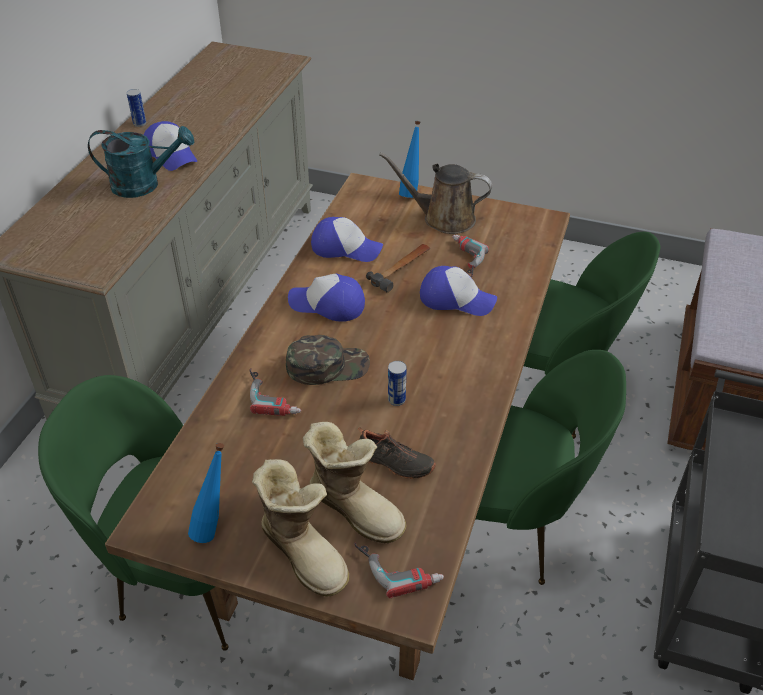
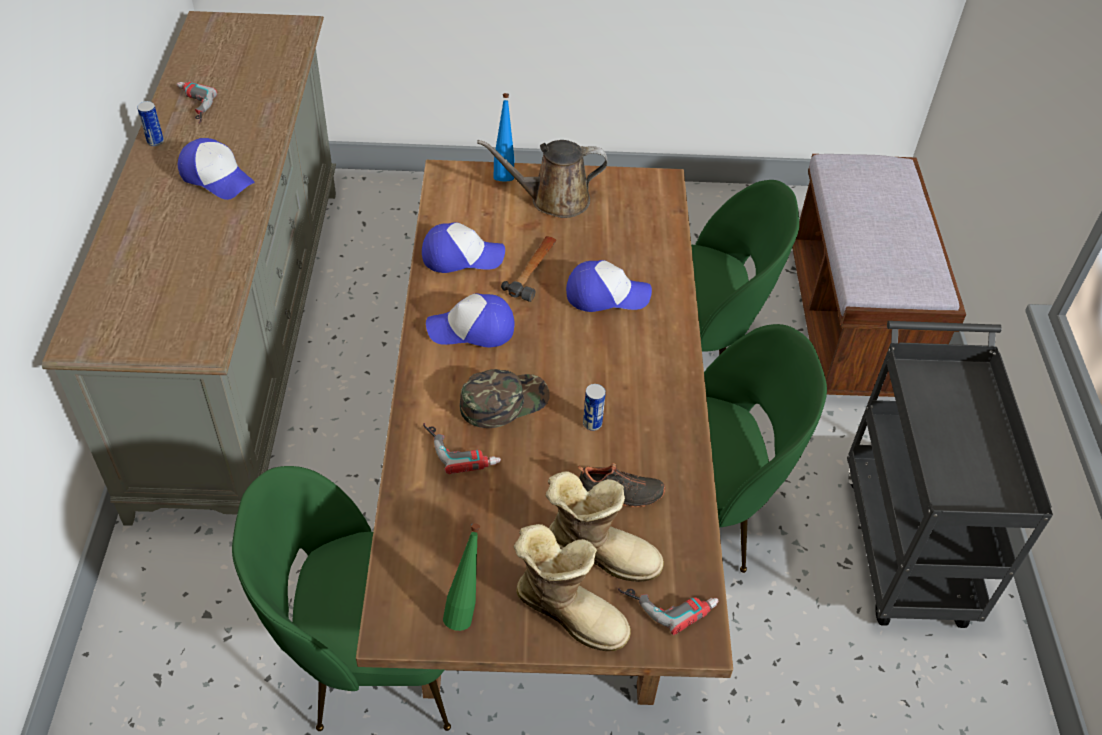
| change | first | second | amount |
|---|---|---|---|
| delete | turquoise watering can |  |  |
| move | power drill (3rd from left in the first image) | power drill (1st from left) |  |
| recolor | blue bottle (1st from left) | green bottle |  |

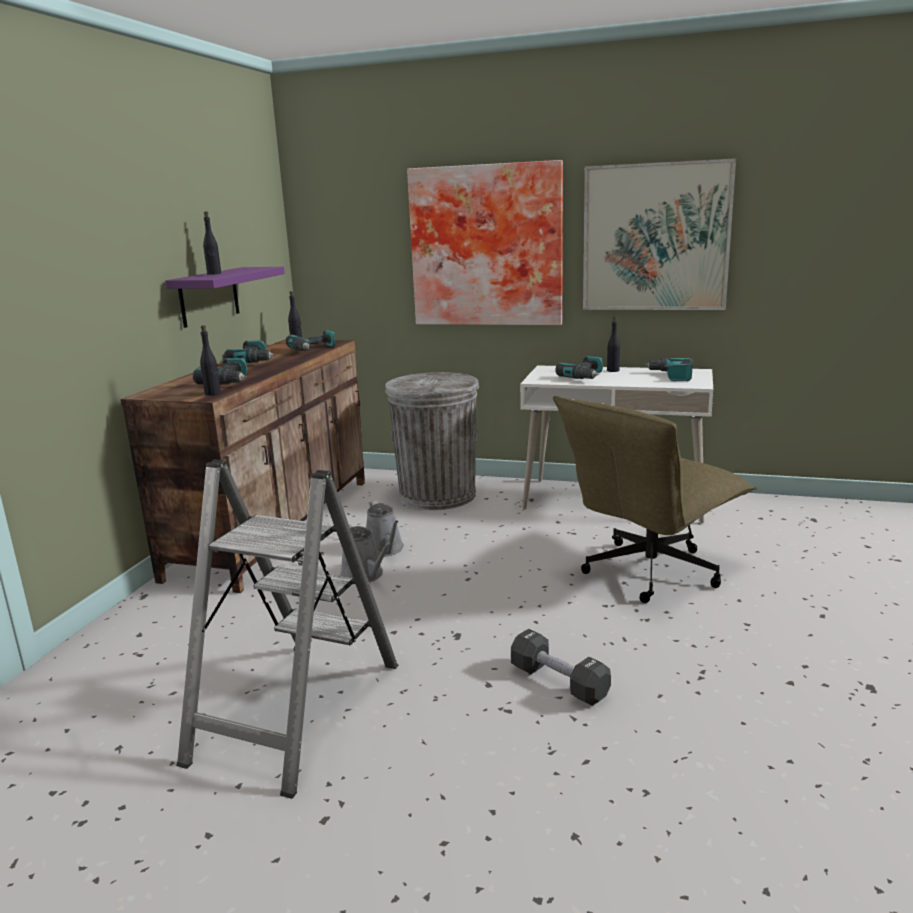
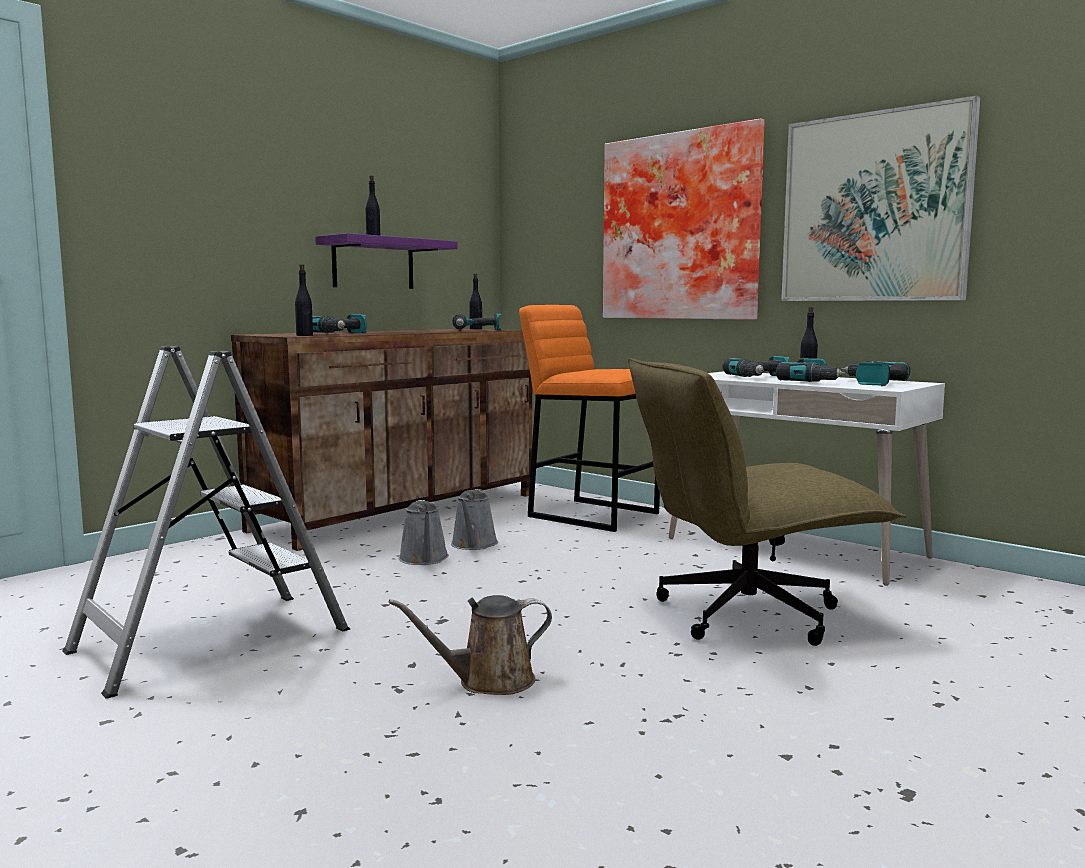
| change | first | second | amount |
|---|---|---|---|
| move | power drill (2nd from left in the first image) | power drill (4th from left) |  |
| replace | grey trash can | orange stool |  |
| replace | black dumbbell | brown watering can |  |

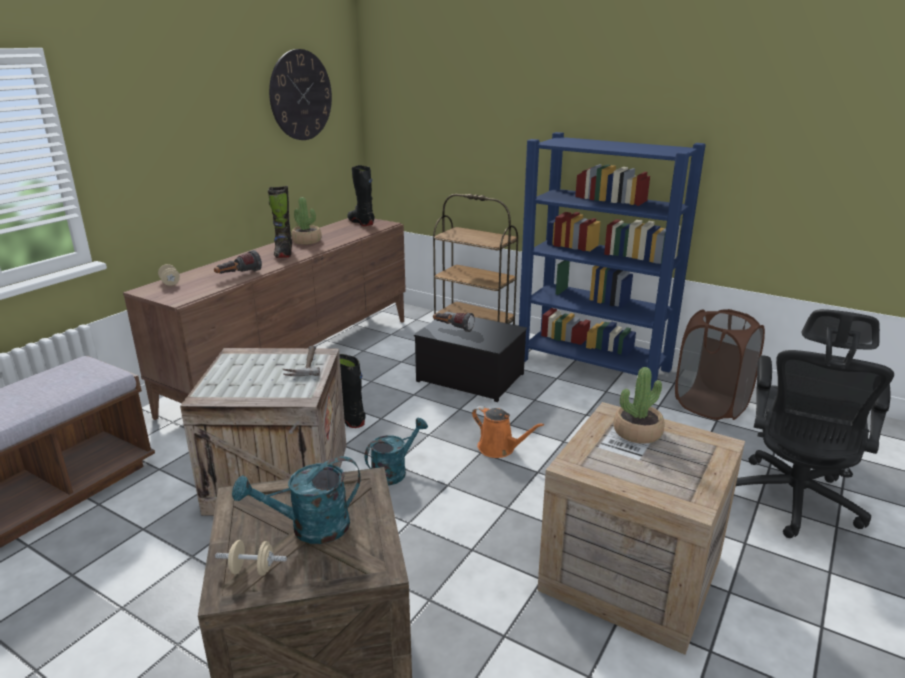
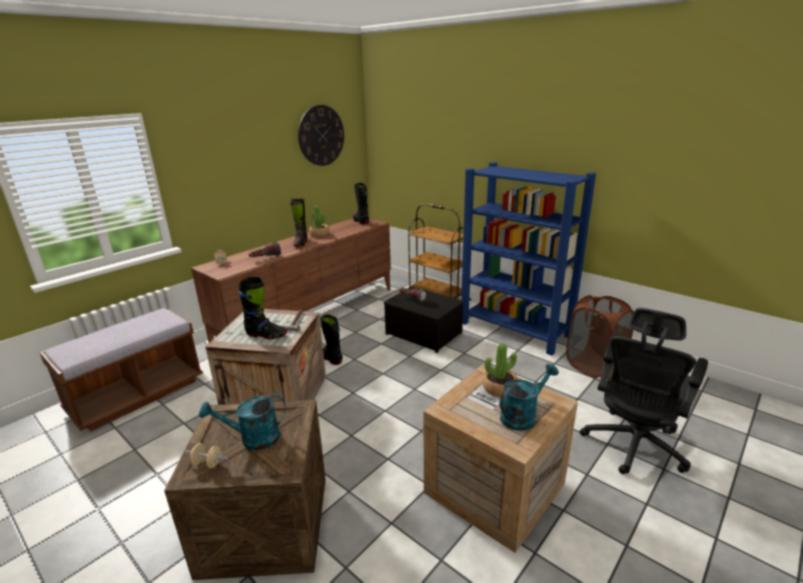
| change | first | second | amount |
|---|---|---|---|
| delete | orange watering can |  |  |
| move | turquoise watering can (2nd from left) |  |  |
| insert |  | black boot (1st from left) |  |

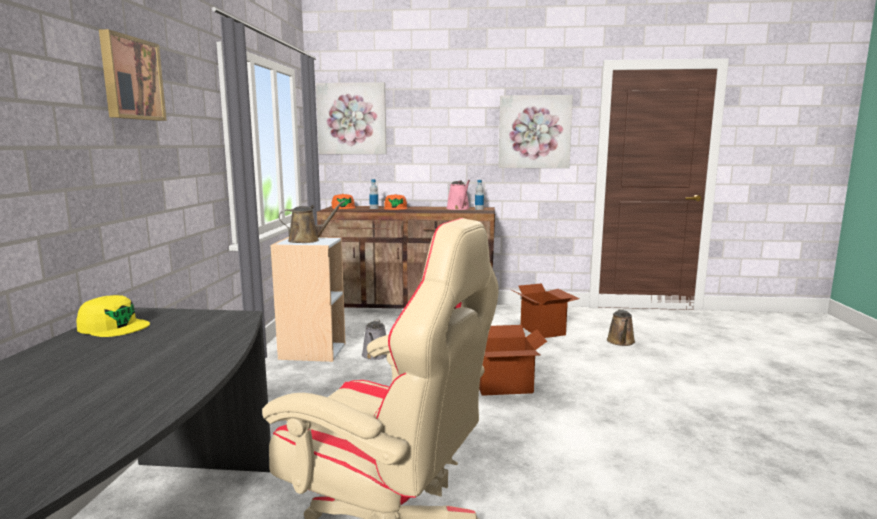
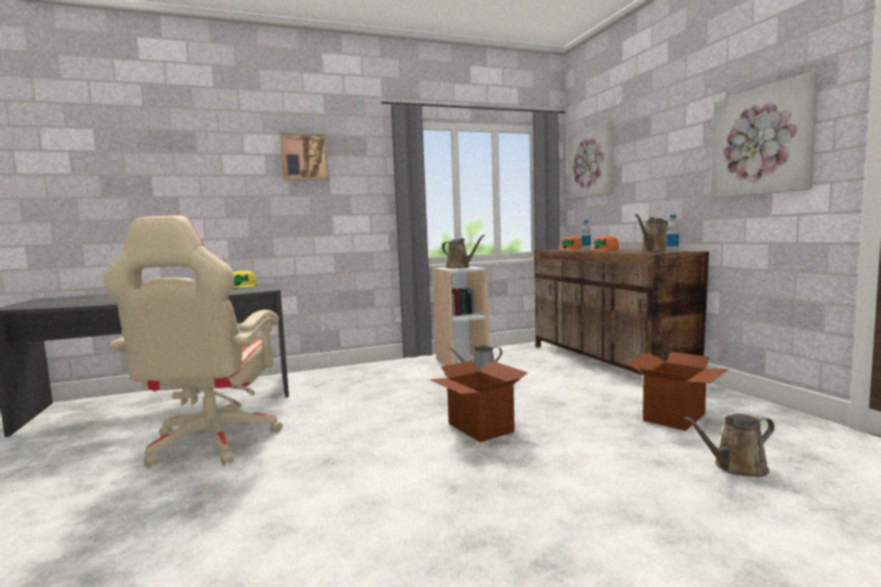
| change | first | second | amount |
|---|---|---|---|
| recolor | pink watering can | brown watering can (2nd from left) |  |

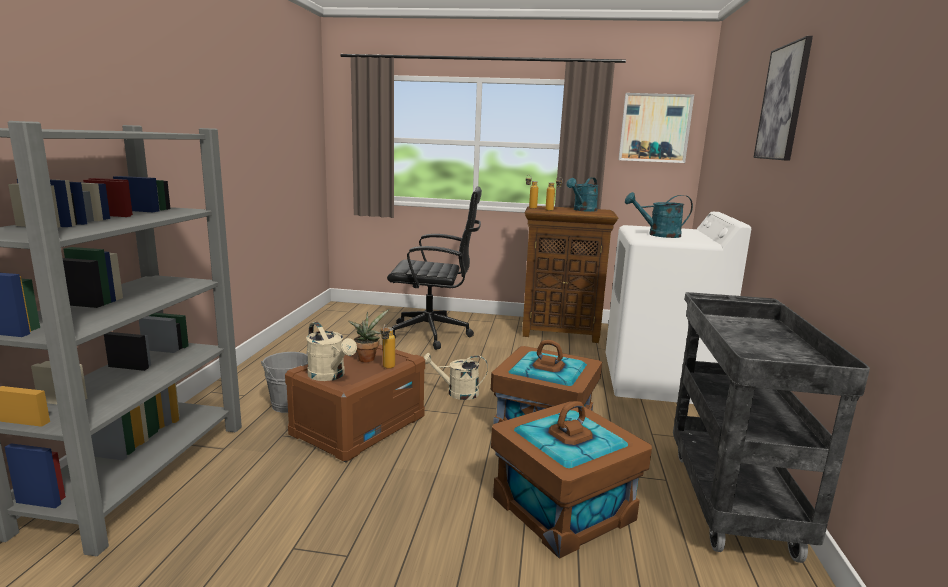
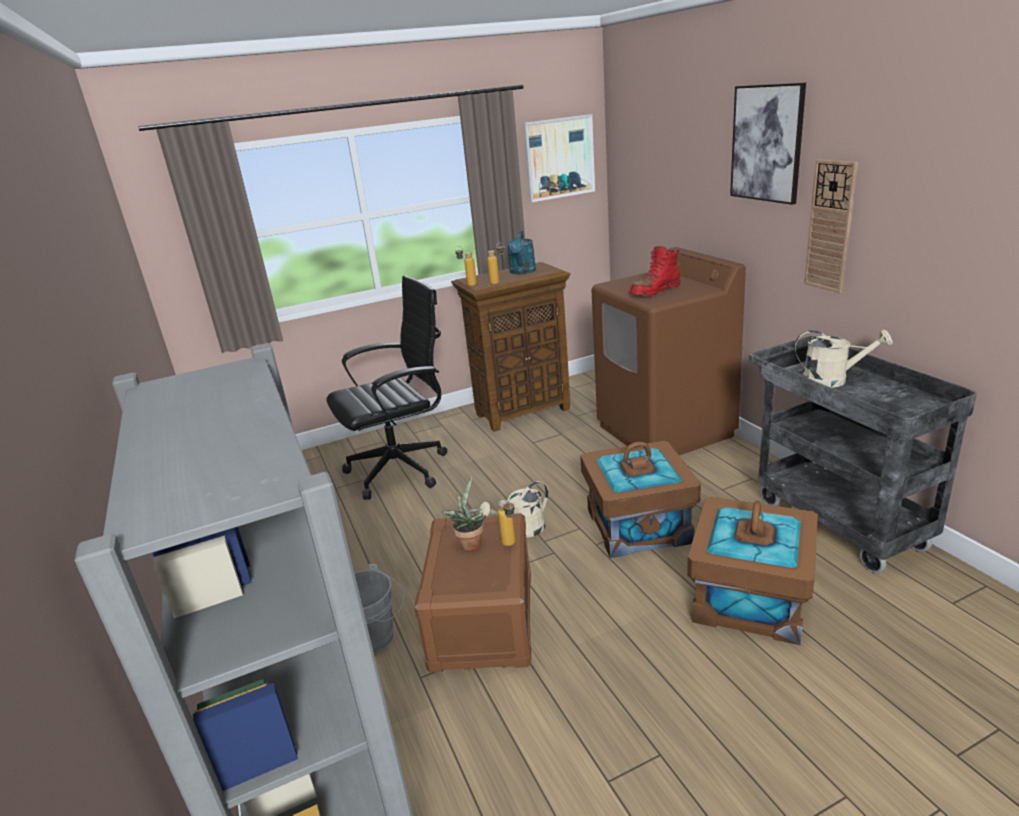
| change | first | second | amount |
|---|---|---|---|
| replace | turquoise watering can (2nd from left) | red boot |  |
| recolor | white washing machine | brown washing machine |  |
| move | beige watering can (1st from left in the first image) | beige watering can (2nd from left) |  |
| insert |  | wall clock |  |

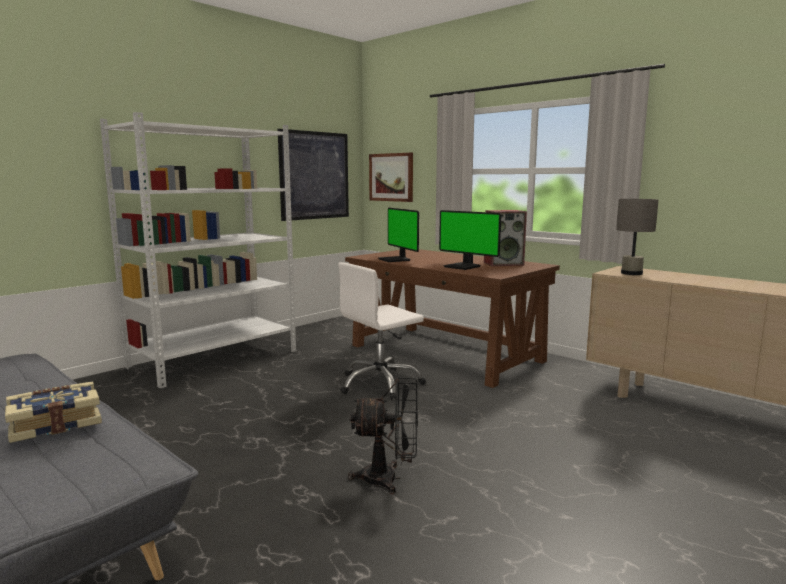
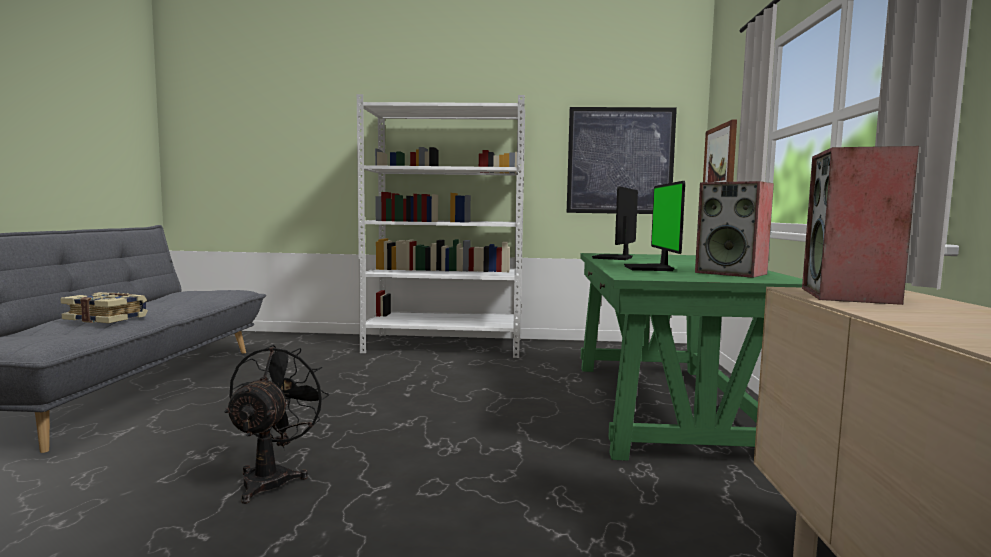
| change | first | second | amount |
|---|---|---|---|
| replace | grey table lamp | speaker (2nd from left) |  |
| recolor | brown desk | green desk |  |
| delete | white office chair |  |  |
| rotate | black fan |  | 135 degrees counterclockwise |

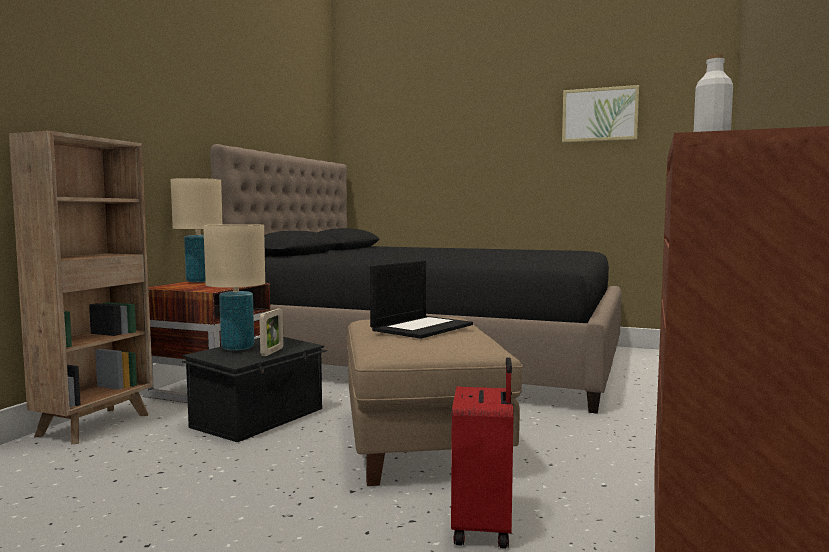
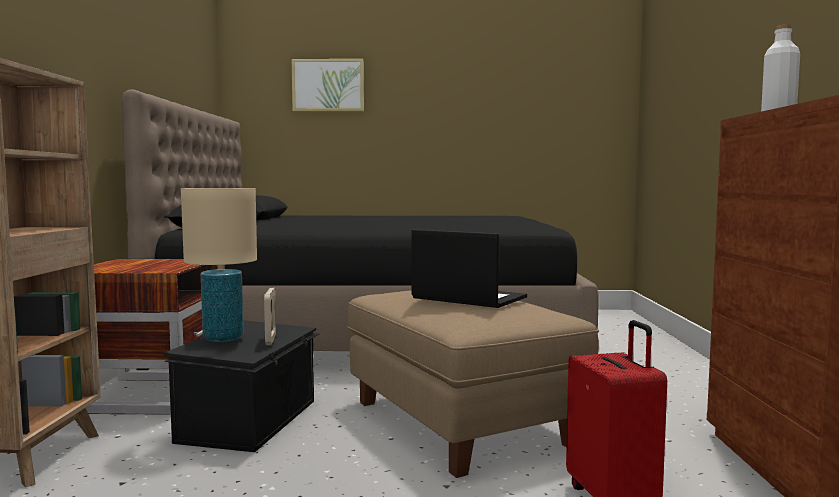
| change | first | second | amount |
|---|---|---|---|
| move | picture |  |  |
| delete | beige table lamp (1st from left) |  |  |
| rotate | laptop |  | 75 degrees counterclockwise |

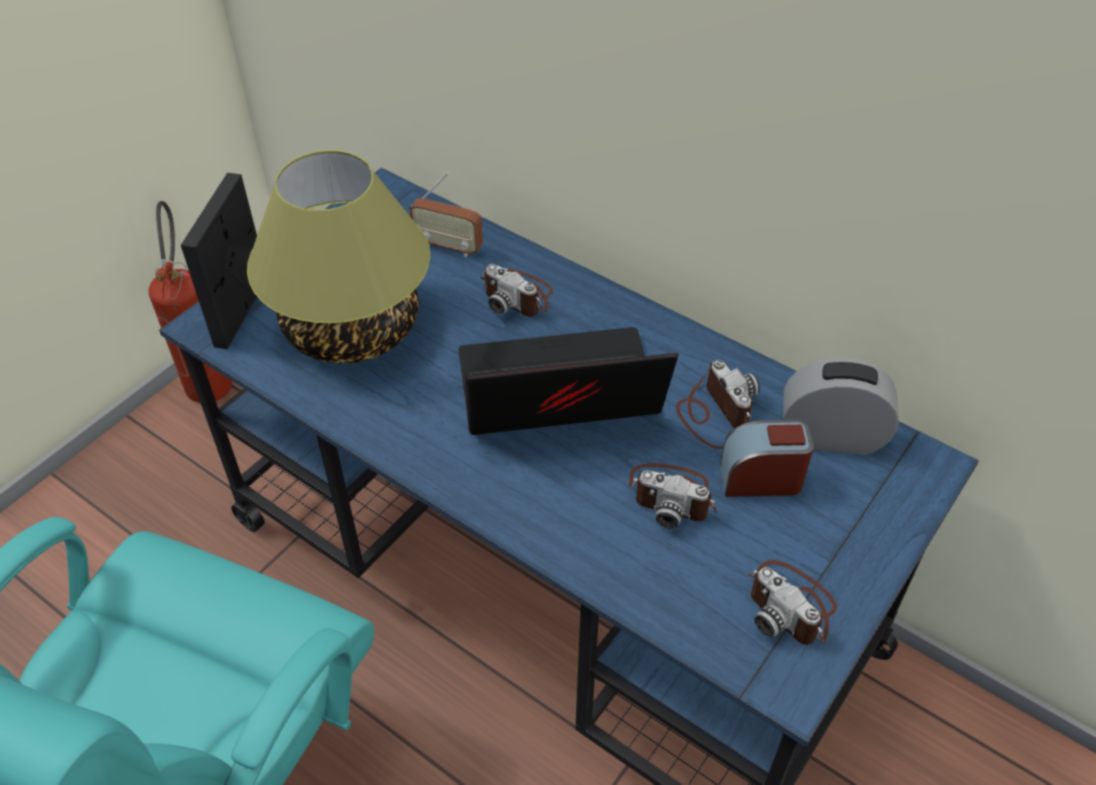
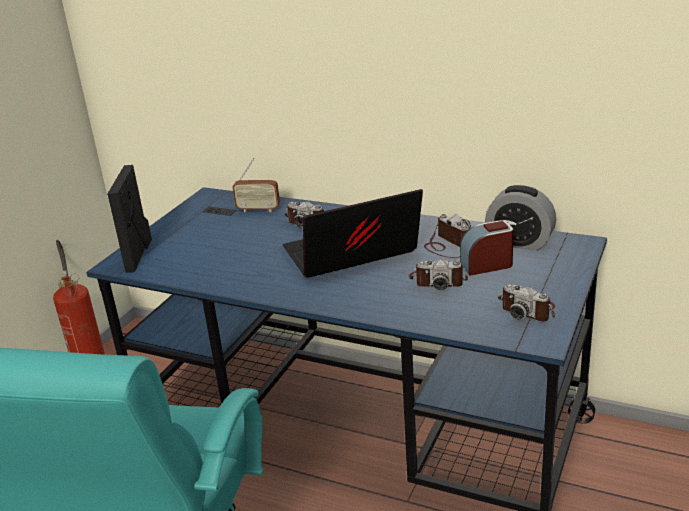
| change | first | second | amount |
|---|---|---|---|
| delete | table lamp |  |  |
| rotate | alarm clock (2nd from left) |  | 150 degrees counterclockwise |

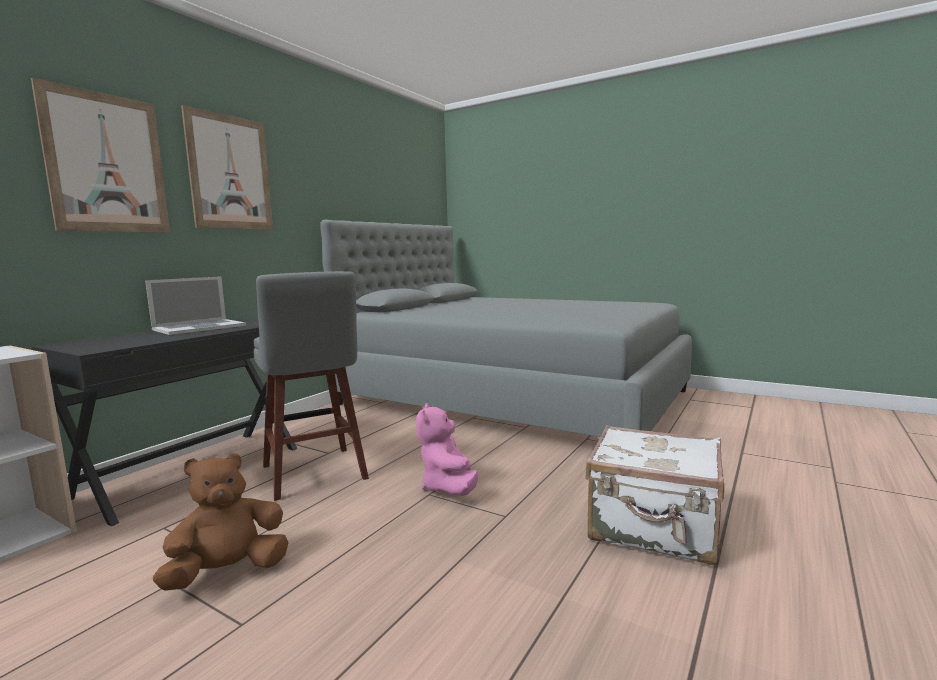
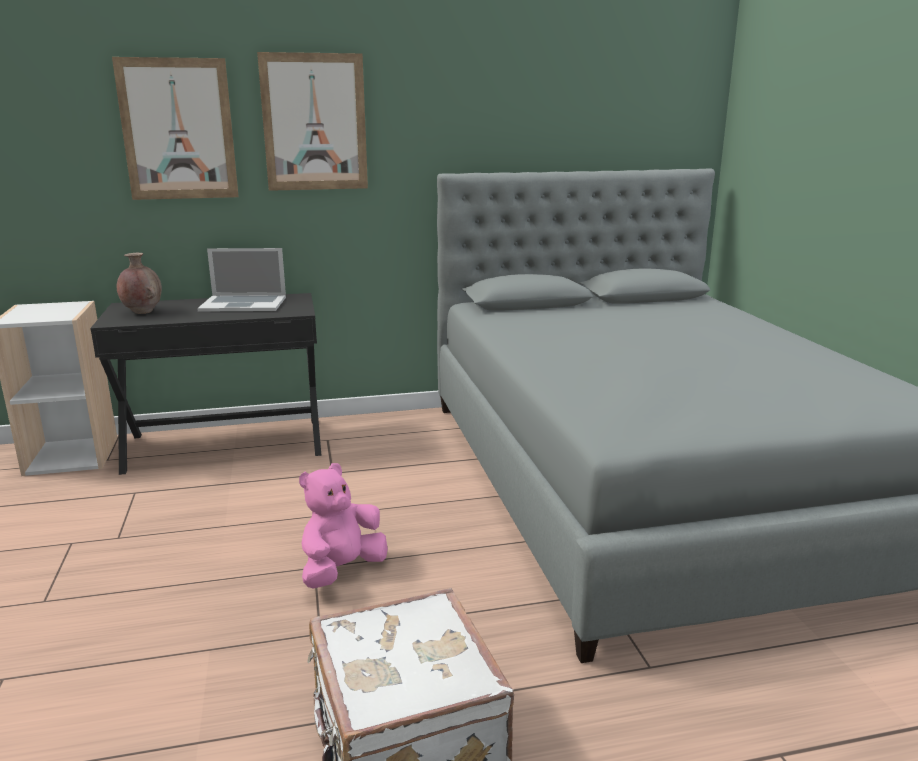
| change | first | second | amount |
|---|---|---|---|
| delete | grey stool |  |  |
| delete | brown plush toy |  |  |
| insert |  | brown vase |  |

